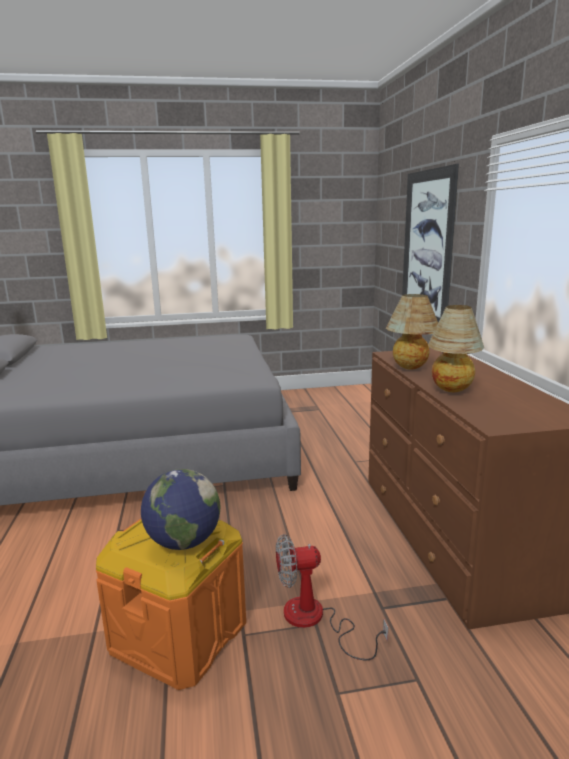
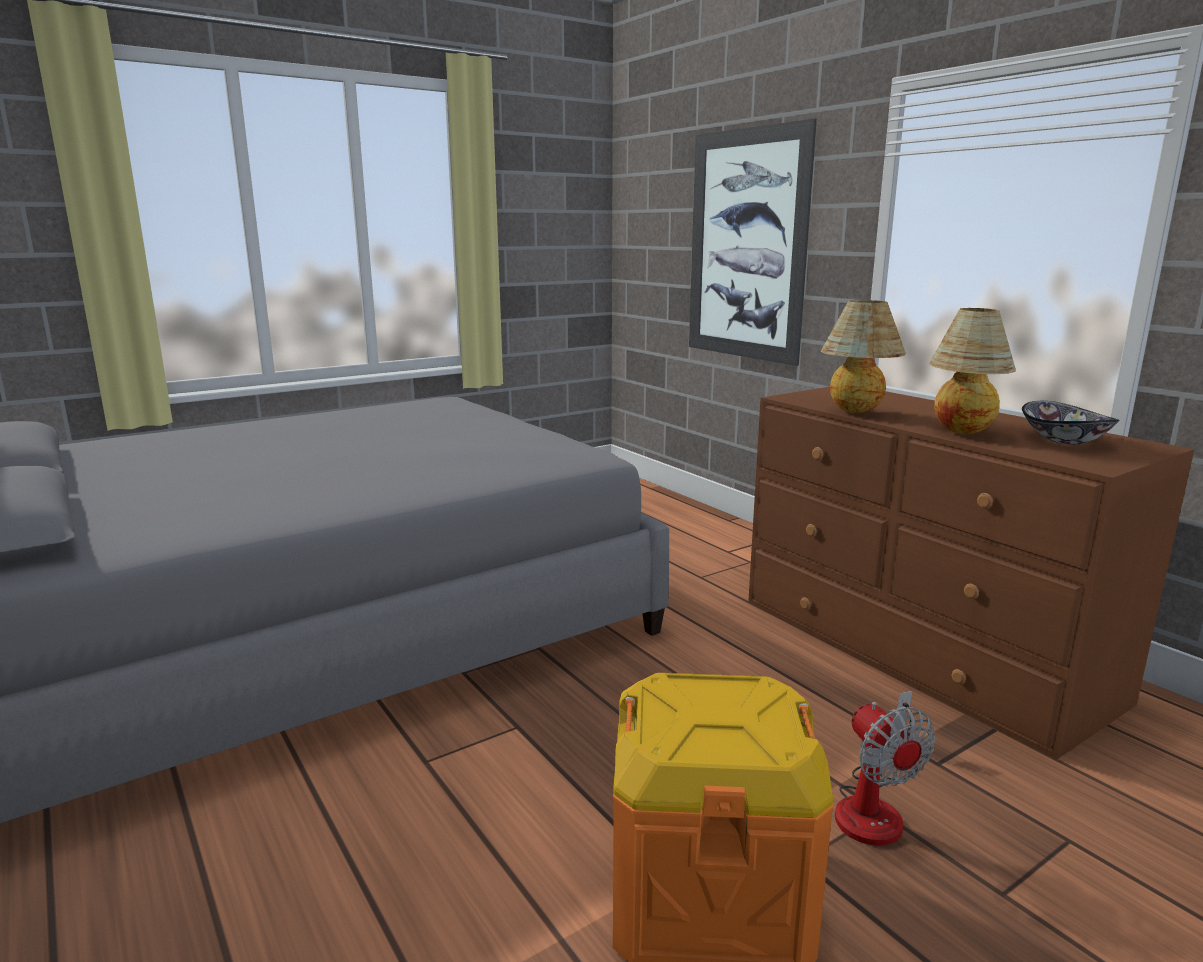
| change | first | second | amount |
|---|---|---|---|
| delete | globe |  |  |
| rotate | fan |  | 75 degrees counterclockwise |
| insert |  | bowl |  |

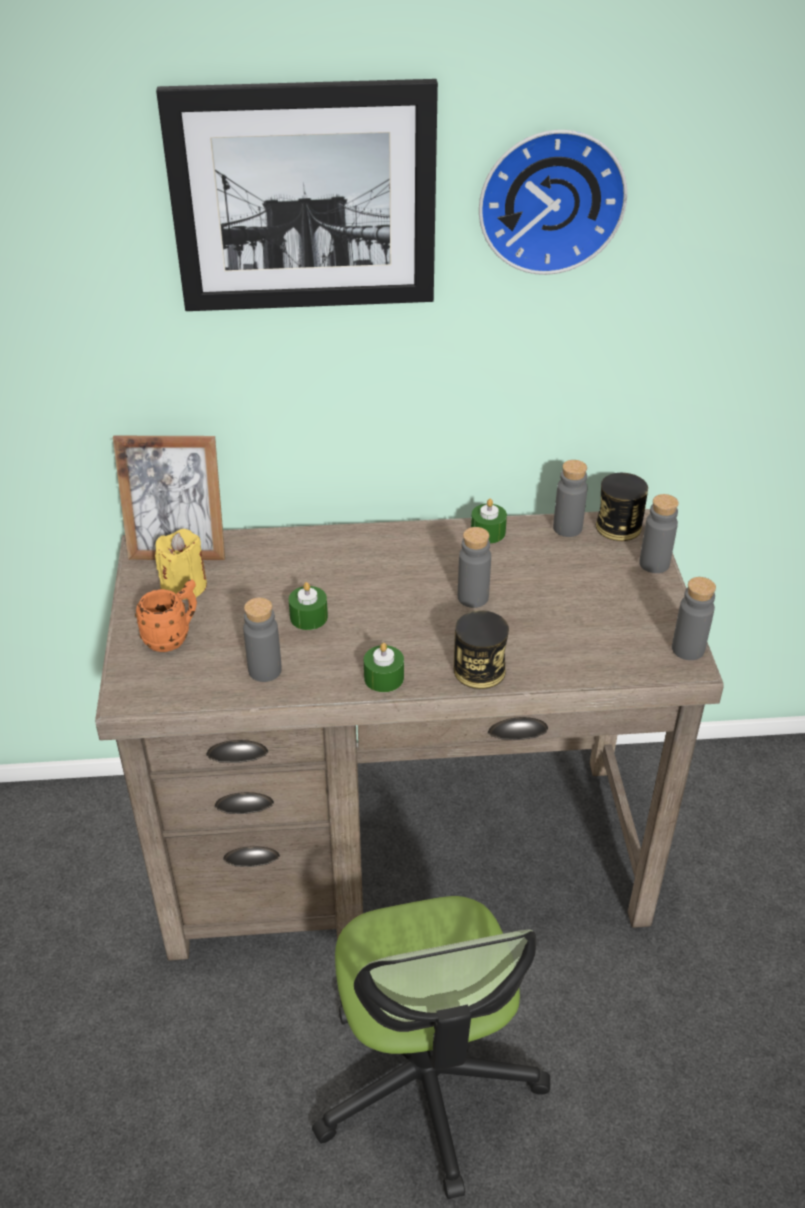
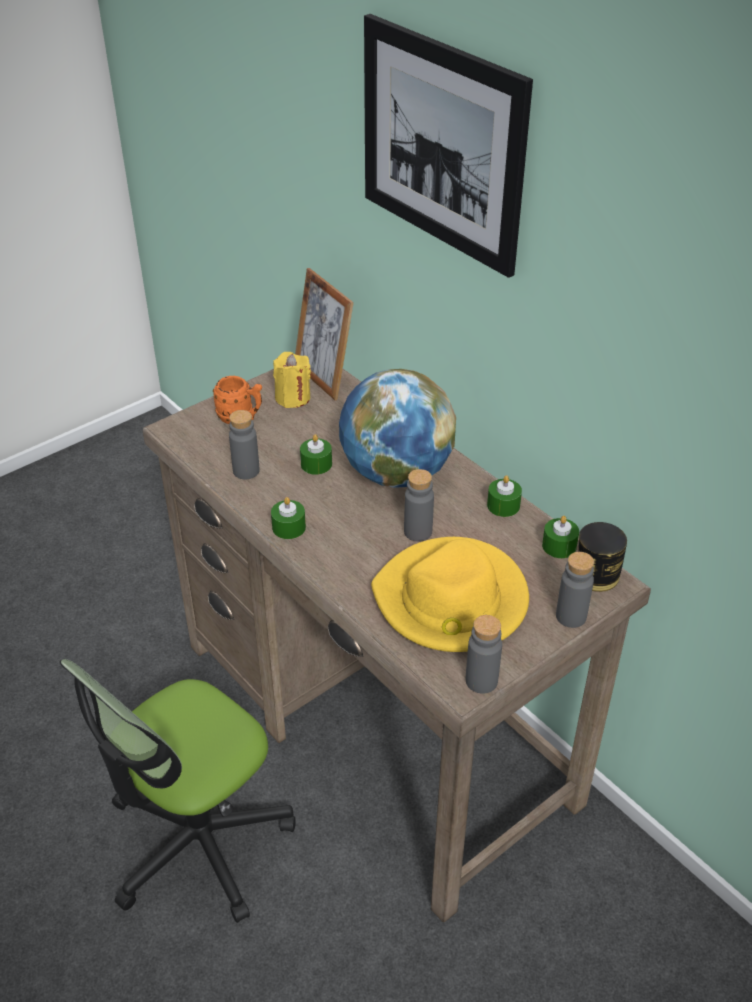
| change | first | second | amount |
|---|---|---|---|
| delete | wall clock |  |  |
| replace | grey bottle (3rd from left) | green candle (4th from left) |  |
| delete | can (1st from left) |  |  |
| insert |  | globe |  |
| insert |  | yellow hat |  |

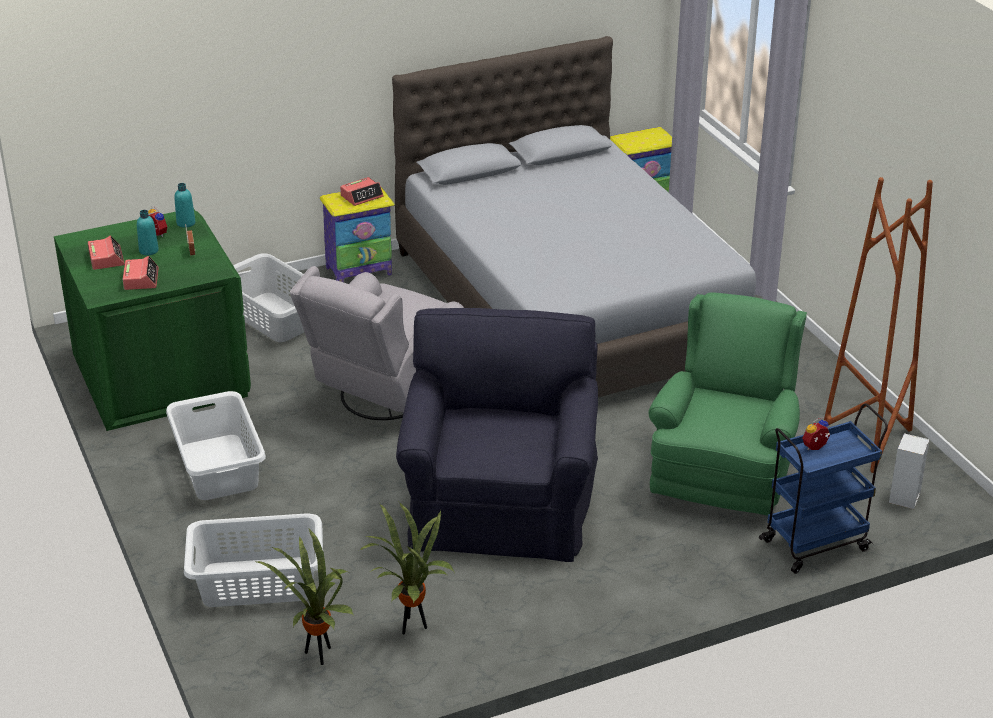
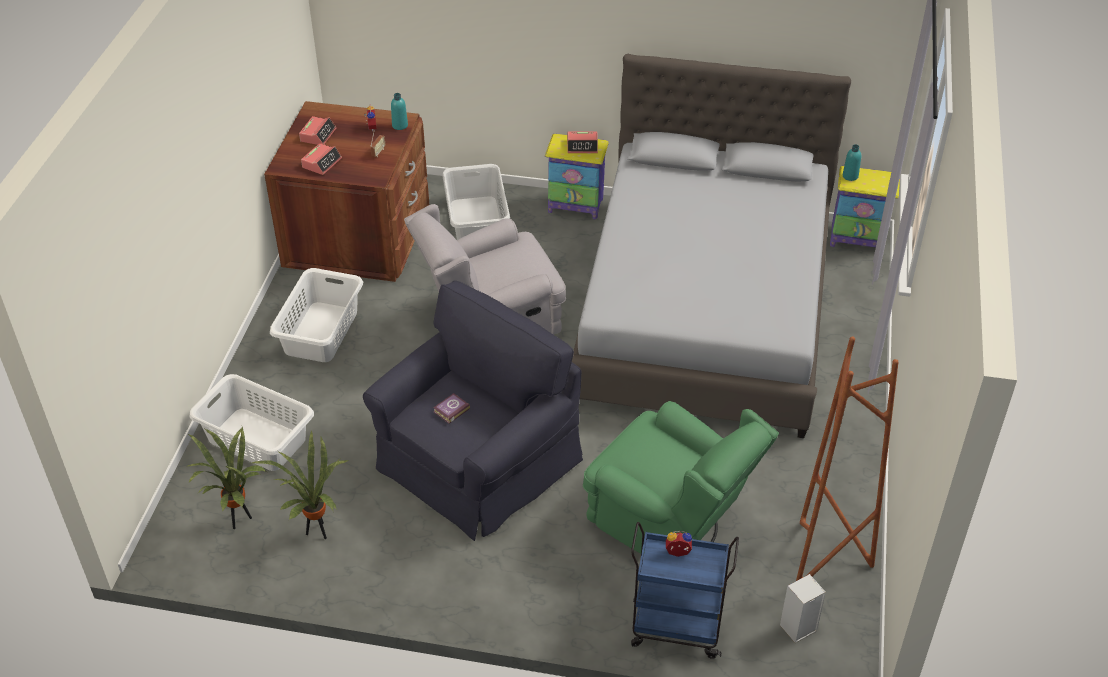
| change | first | second | amount |
|---|---|---|---|
| recolor | green dresser | brown dresser |  |
| move | turquoise bottle (1st from left in the first image) | turquoise bottle (2nd from left) |  |
| rotate | green armchair |  | 75 degrees clockwise |
| insert |  | book |  |

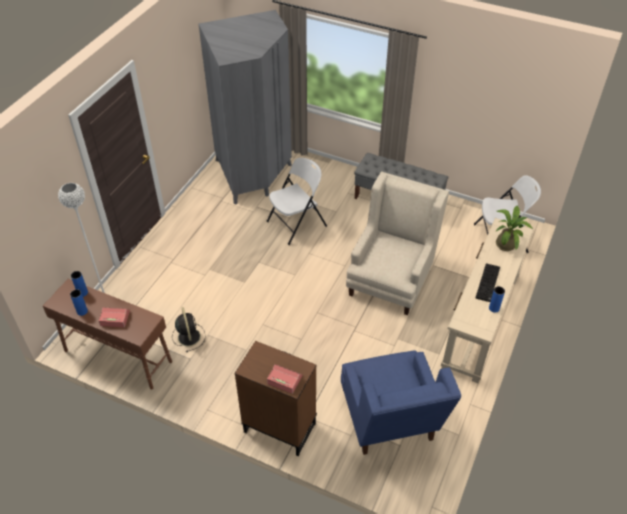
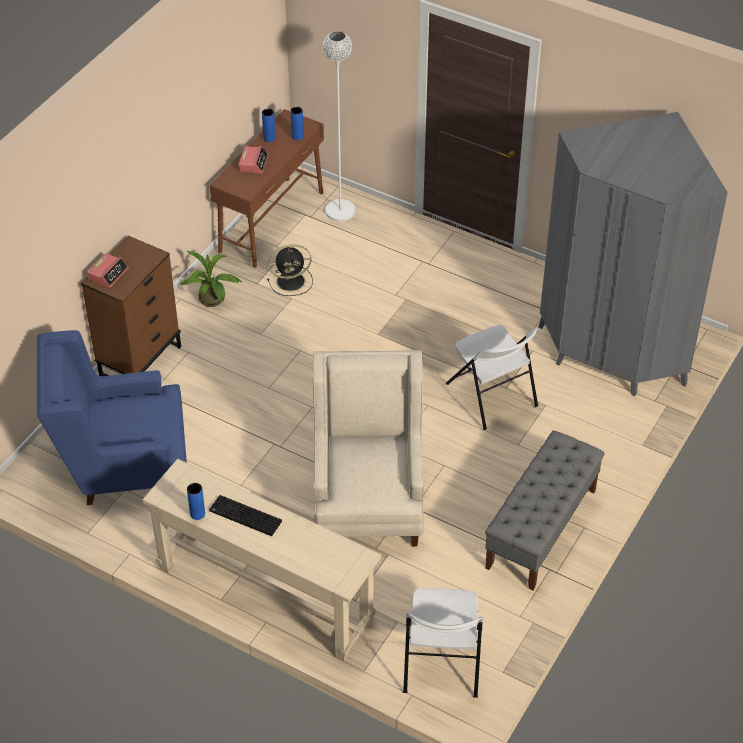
| change | first | second | amount |
|---|---|---|---|
| rotate | beige armchair |  | 120 degrees counterclockwise |
| move | potted plant |  |  |

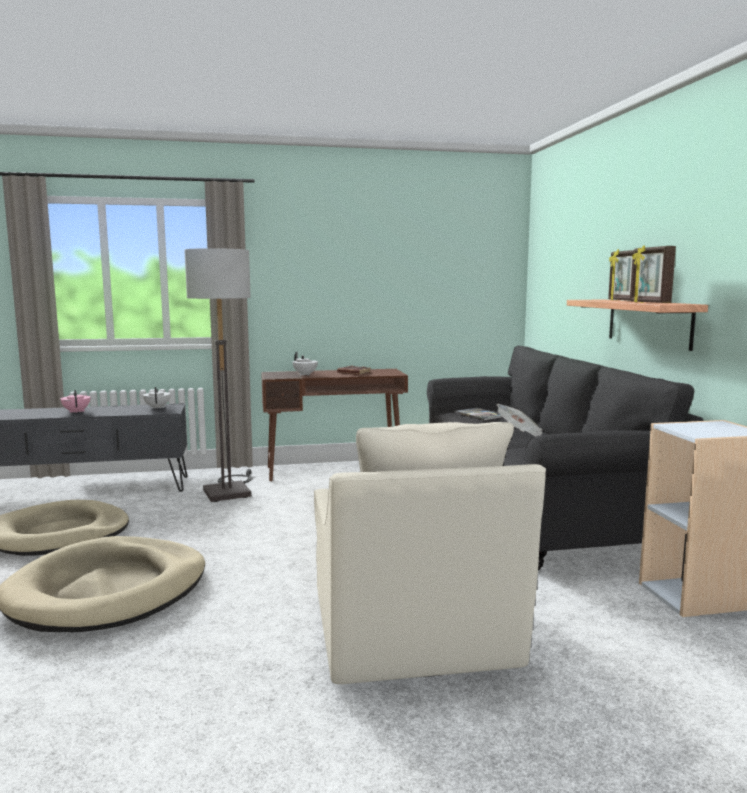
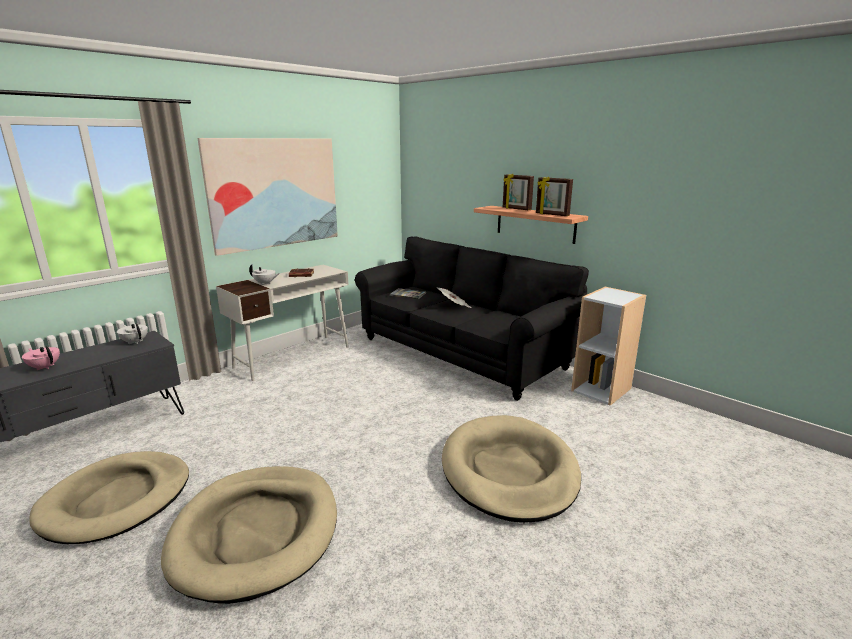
| change | first | second | amount |
|---|---|---|---|
| delete | floor lamp |  |  |
| recolor | brown desk | white desk |  |
| replace | beige armchair | beige dog bed (3rd from left) |  |
| insert |  | picture |  |

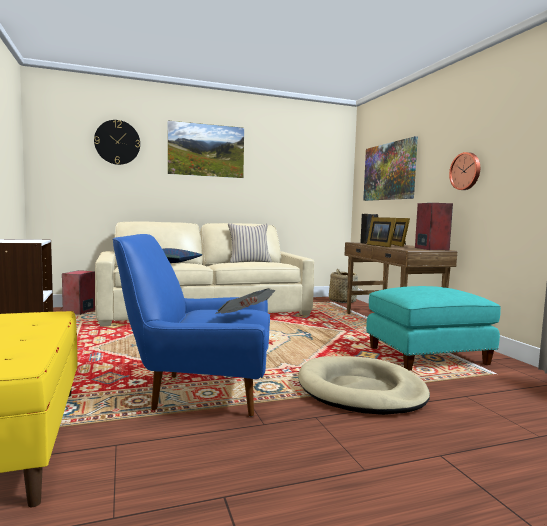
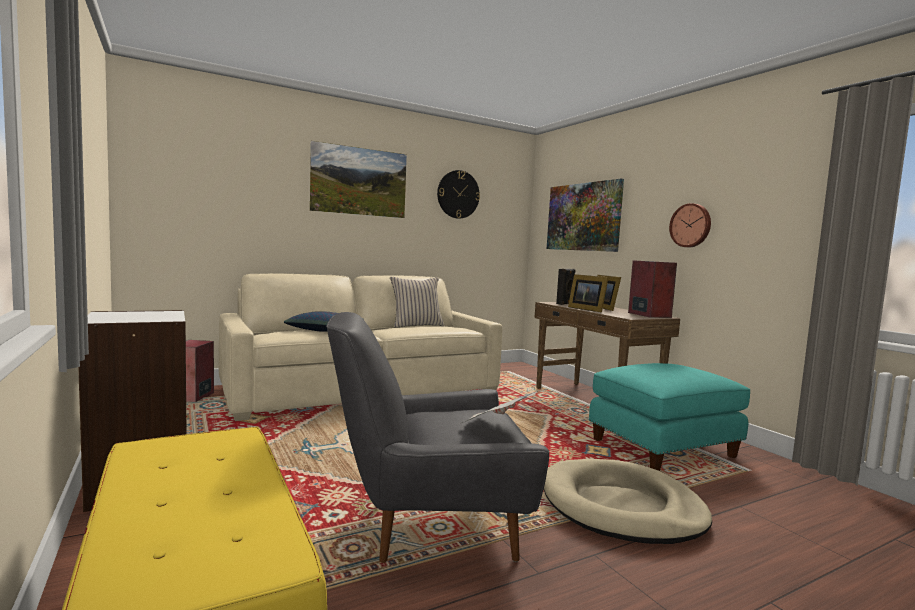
| change | first | second | amount |
|---|---|---|---|
| move | wall clock (1st from left) |  |  |
| recolor | blue armchair | grey armchair |  |
| delete | basket |  |  |

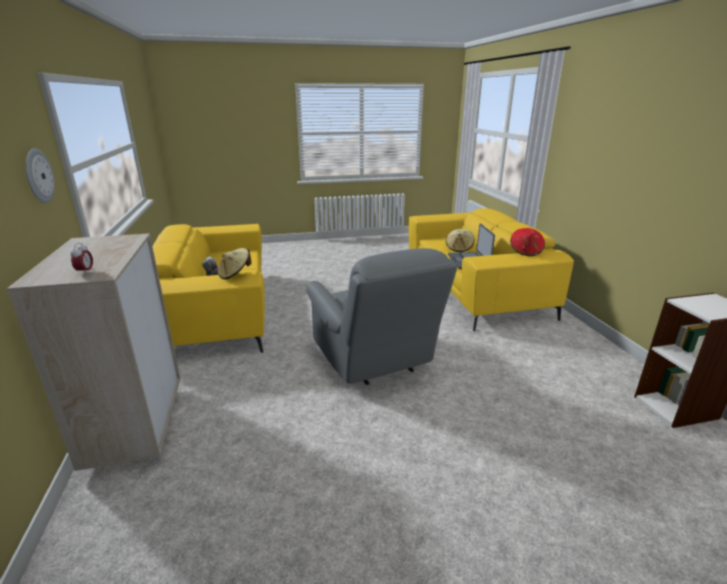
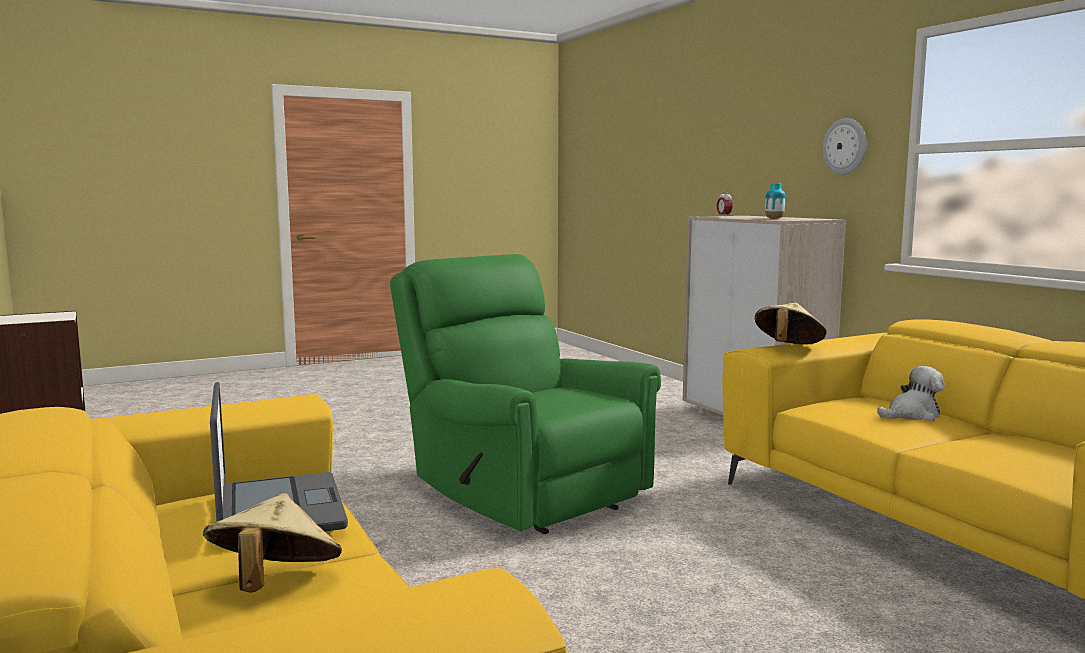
| change | first | second | amount |
|---|---|---|---|
| delete | red hat |  |  |
| recolor | grey armchair | green armchair |  |
| insert |  | vase |  |

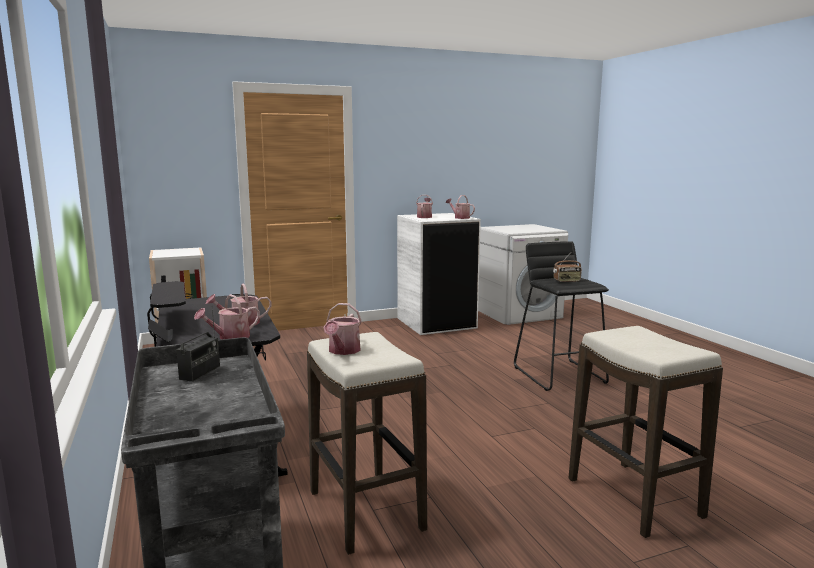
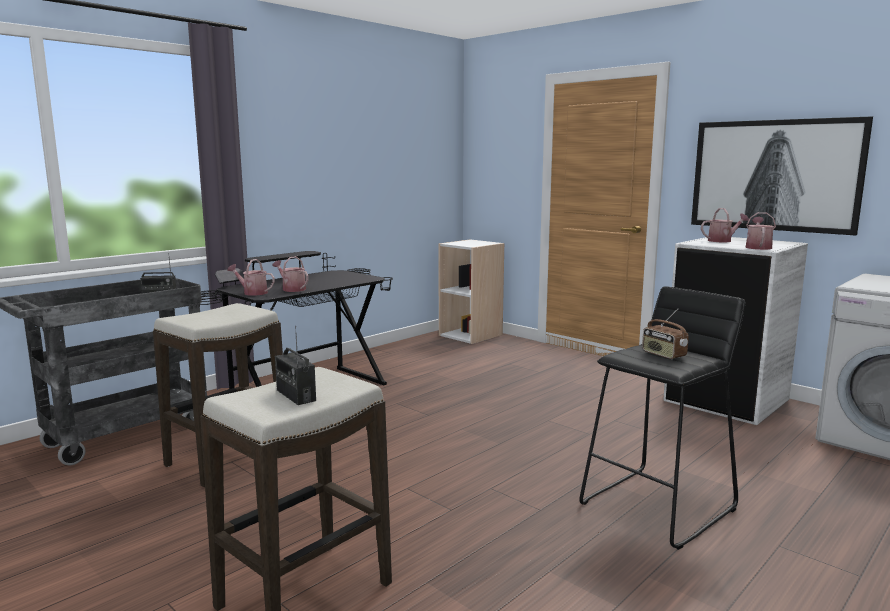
| change | first | second | amount |
|---|---|---|---|
| delete | watering can (3rd from left) |  |  |
| insert |  | picture |  |
| insert |  | radio (2nd from left) |  |

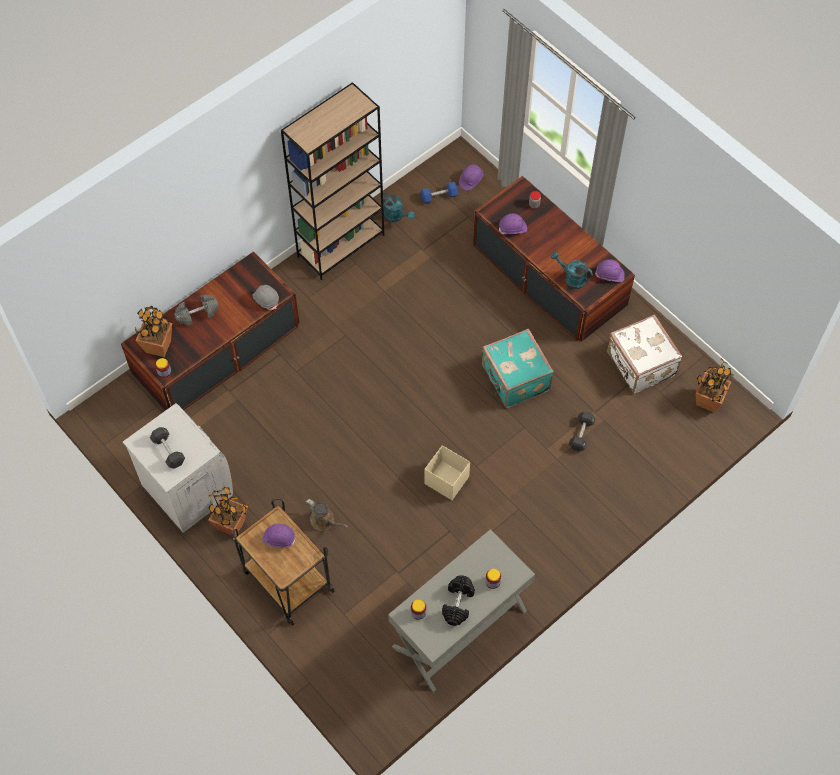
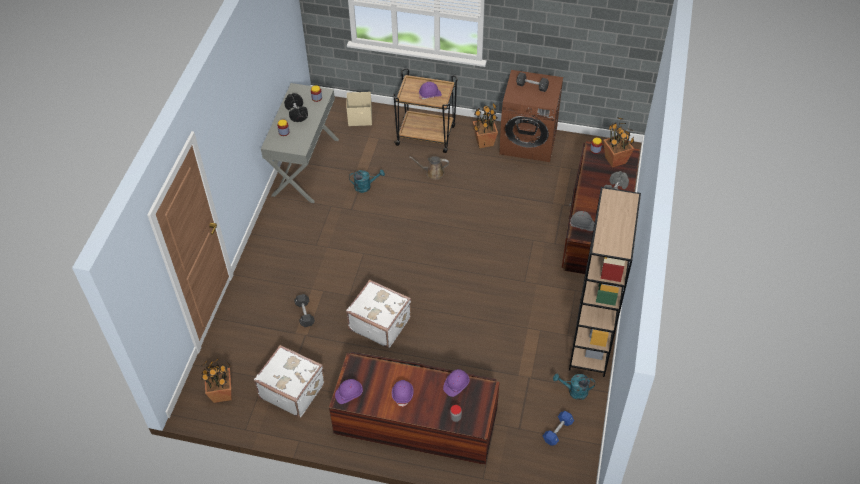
| change | first | second | amount |
|---|---|---|---|
| move | purple hard hat (2nd from left) |  |  |
| move | turquoise watering can (2nd from left in the first image) | turquoise watering can (1st from left) |  |
| recolor | turquoise suitcase | white suitcase (2nd from left) |  |
| recolor | white washing machine | brown washing machine |  |
| move | beige storage box |  |  |

